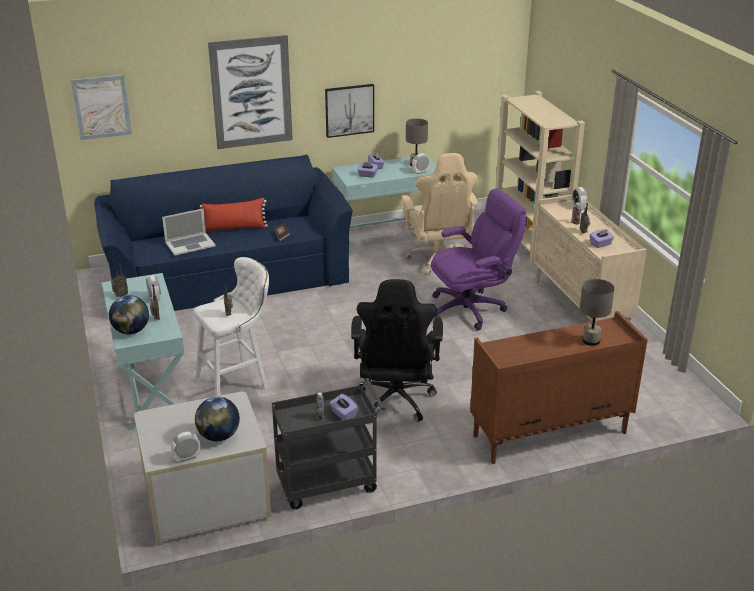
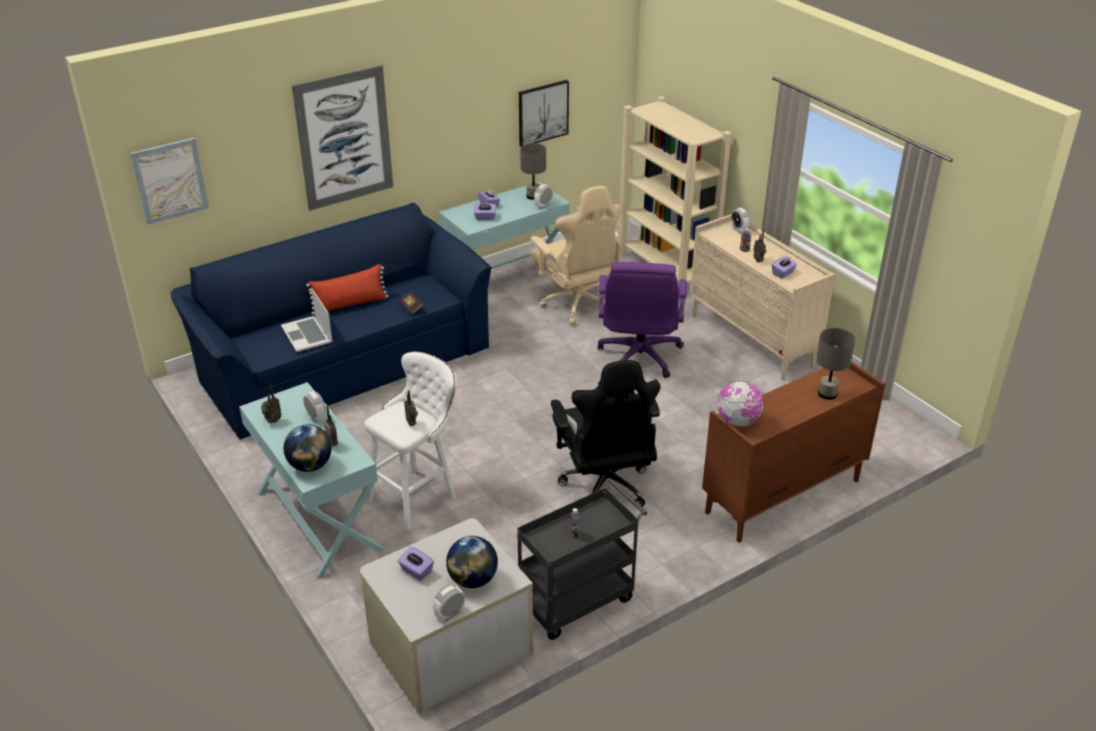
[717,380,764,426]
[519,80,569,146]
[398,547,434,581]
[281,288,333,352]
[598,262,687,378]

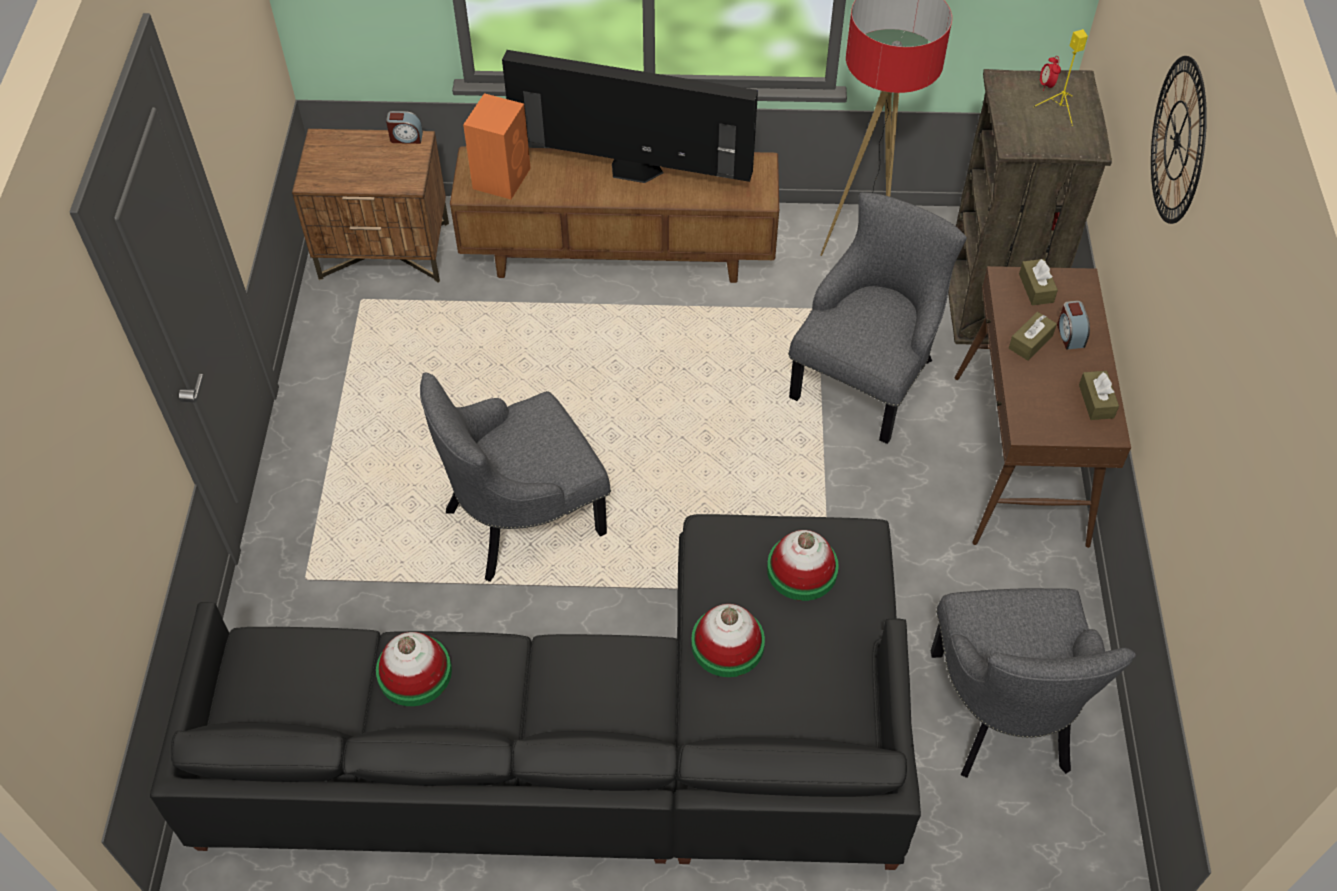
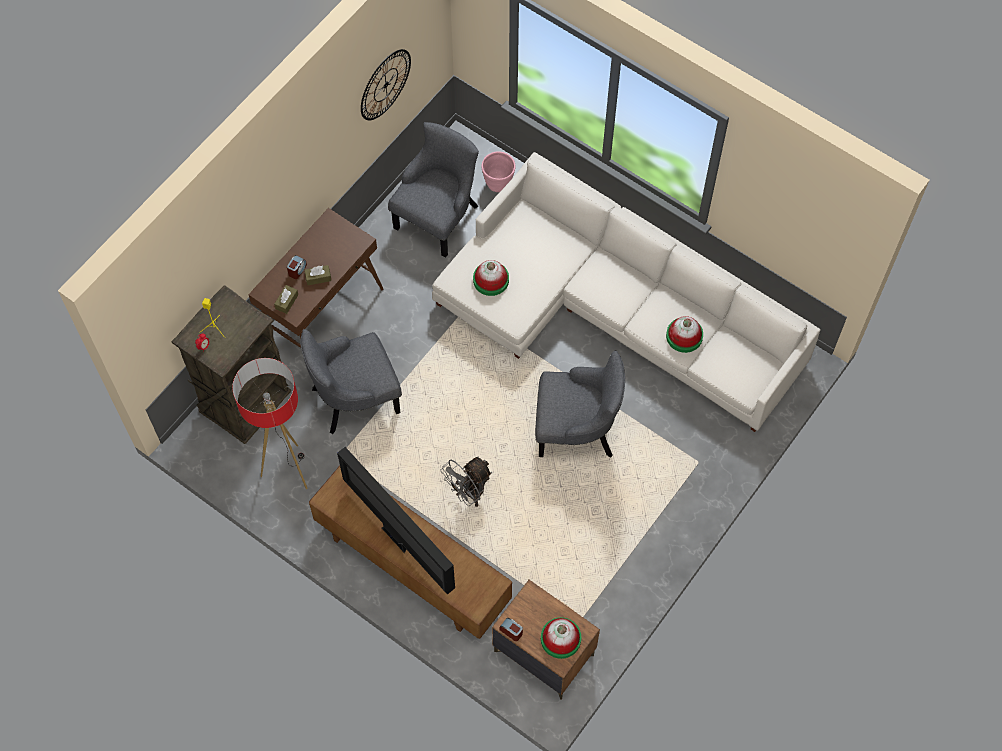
[463,93,531,199] (first image)
[1079,371,1119,420] (first image)
[440,456,492,507]
[481,151,516,192]
[541,617,581,659]
[361,49,411,120]
[432,152,821,432]

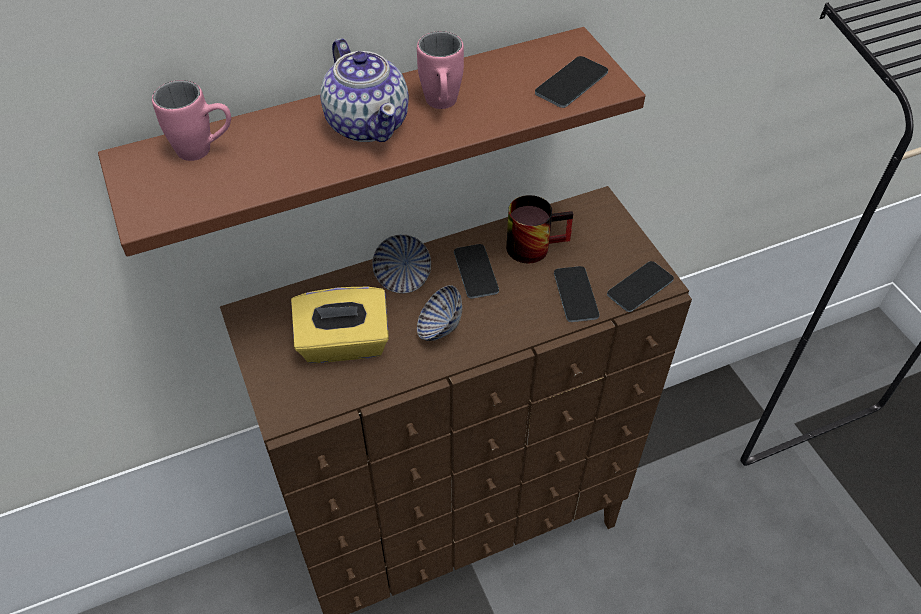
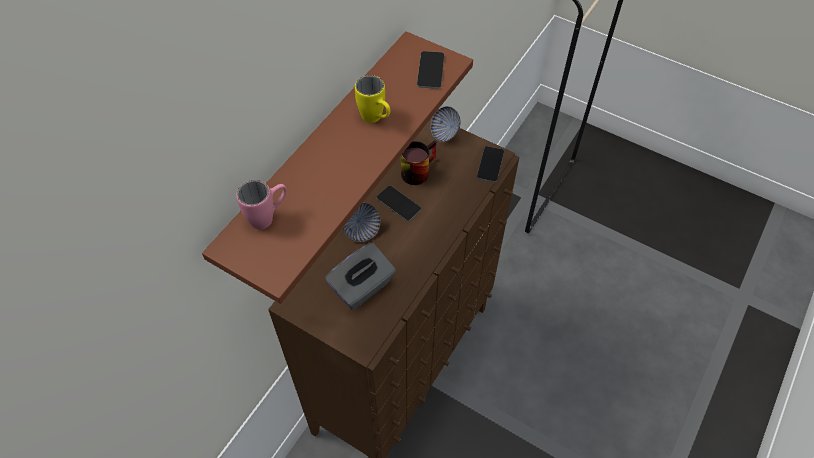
[320,38,409,142] (first image)
[554,266,600,322] (first image)
[430,106,461,142]
[325,243,396,310]
[355,75,390,123]

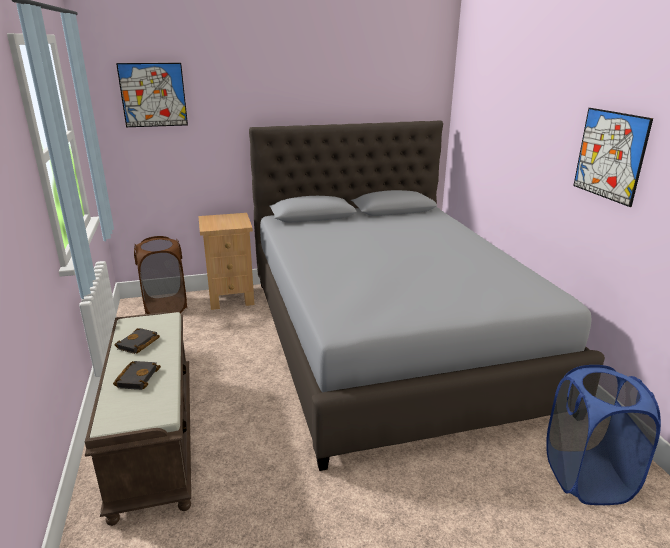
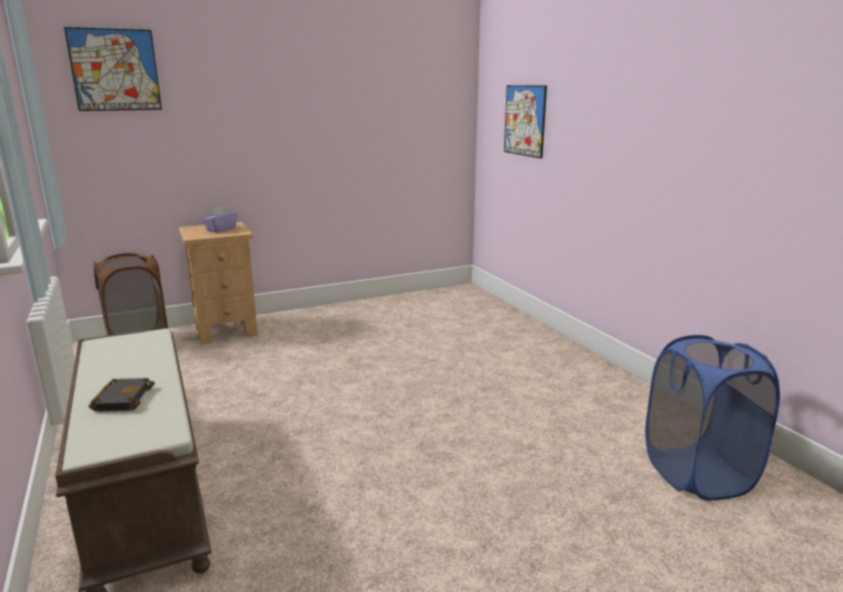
[115,328,160,354] (first image)
[249,120,605,471] (first image)
[203,206,237,233]
[504,85,547,159]

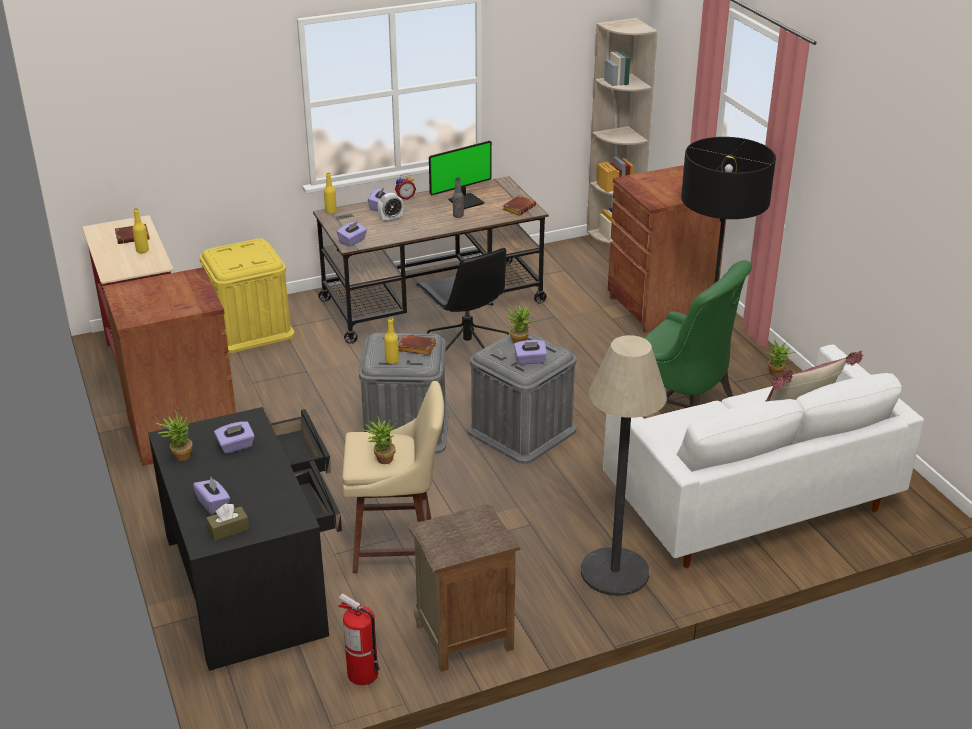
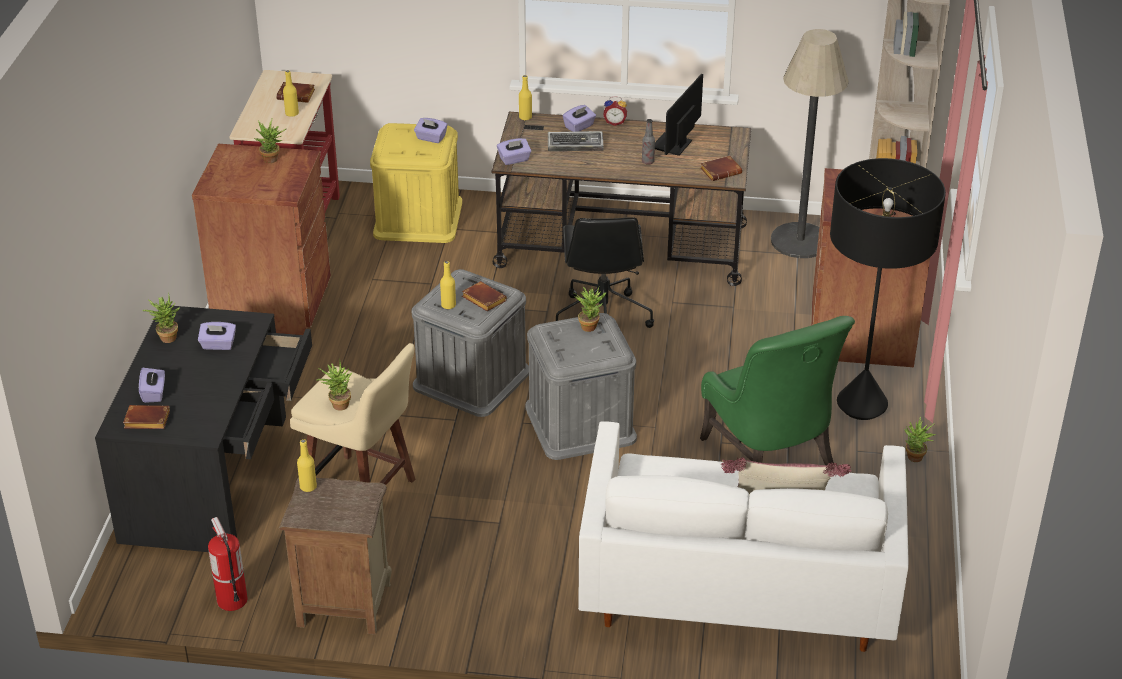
[254,119,286,163]
[297,439,317,492]
[414,118,448,143]
[771,29,849,258]
[123,405,170,429]
[548,131,603,151]
[655,74,703,156]

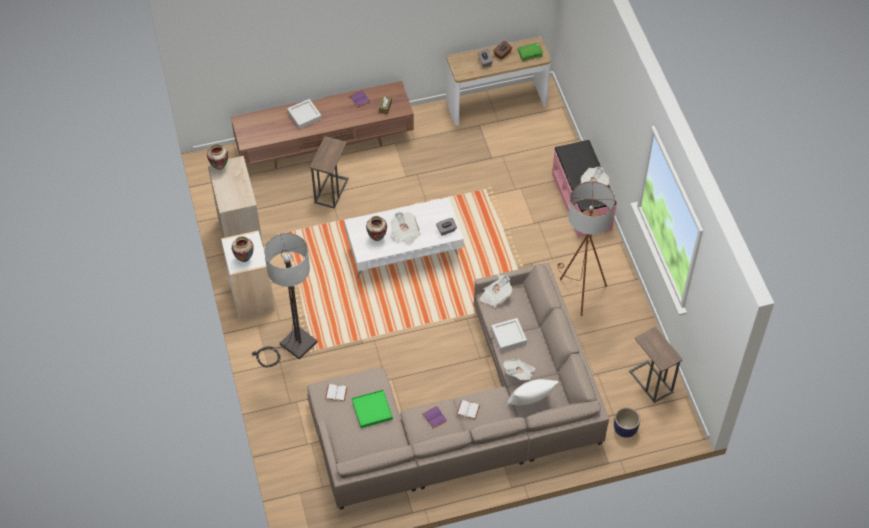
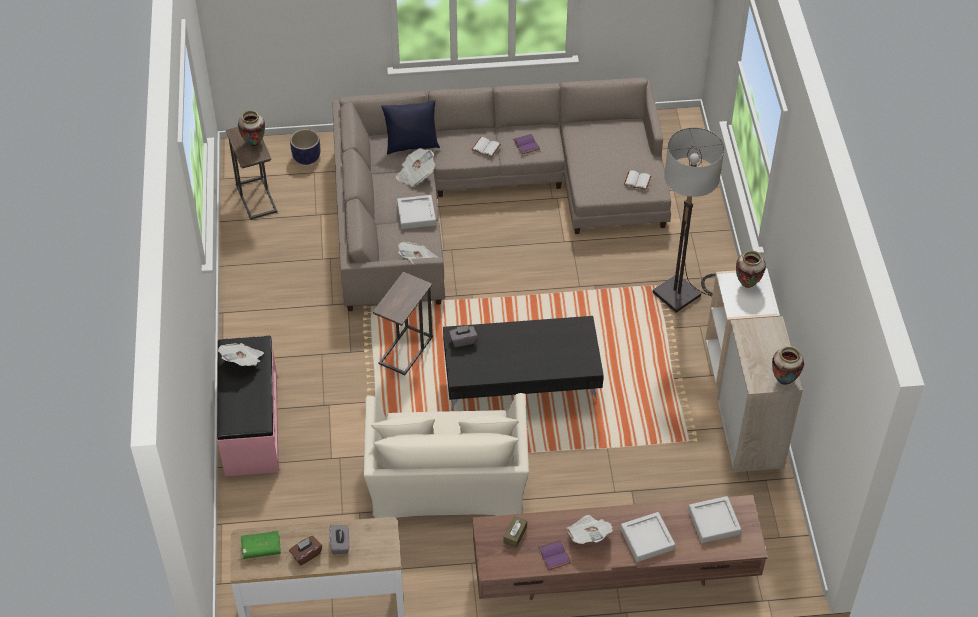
[352,390,393,428] (first image)
[557,181,615,316] (first image)
[364,393,529,518]
[688,496,741,543]
[373,272,433,376]
[238,110,265,146]
[567,515,613,544]
[443,316,604,411]
[381,100,440,155]

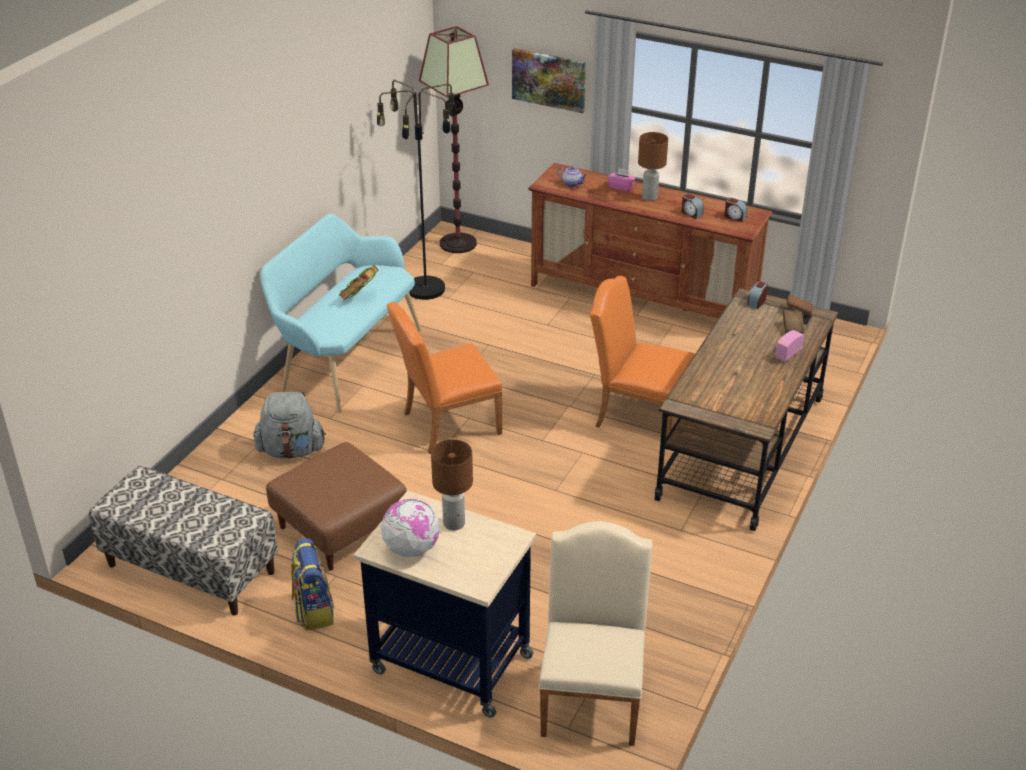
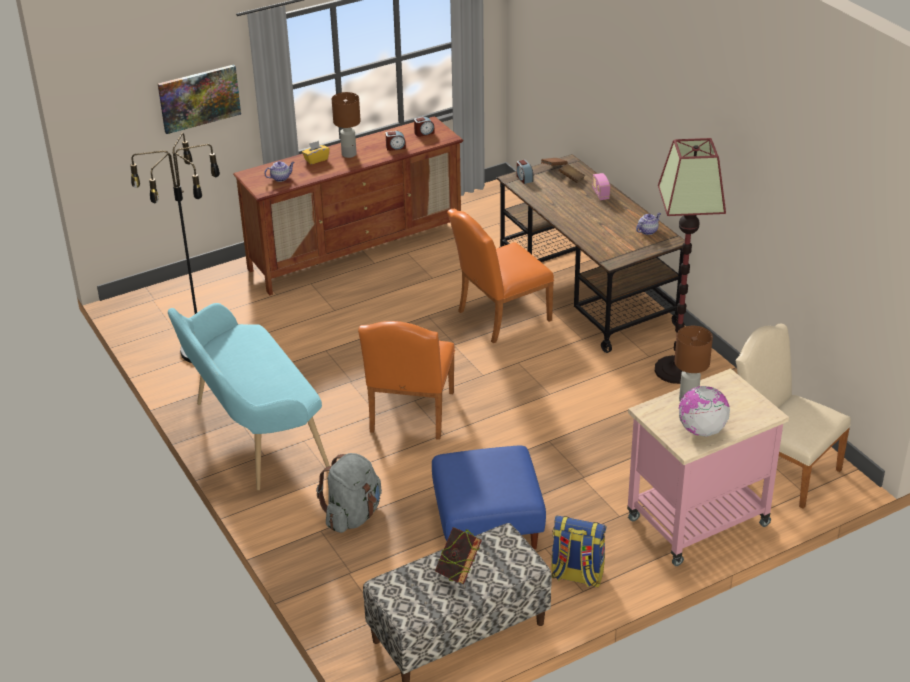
[636,213,661,235]
[435,527,482,584]
[655,138,726,384]
[432,445,546,550]
[627,368,789,566]
[302,141,330,164]

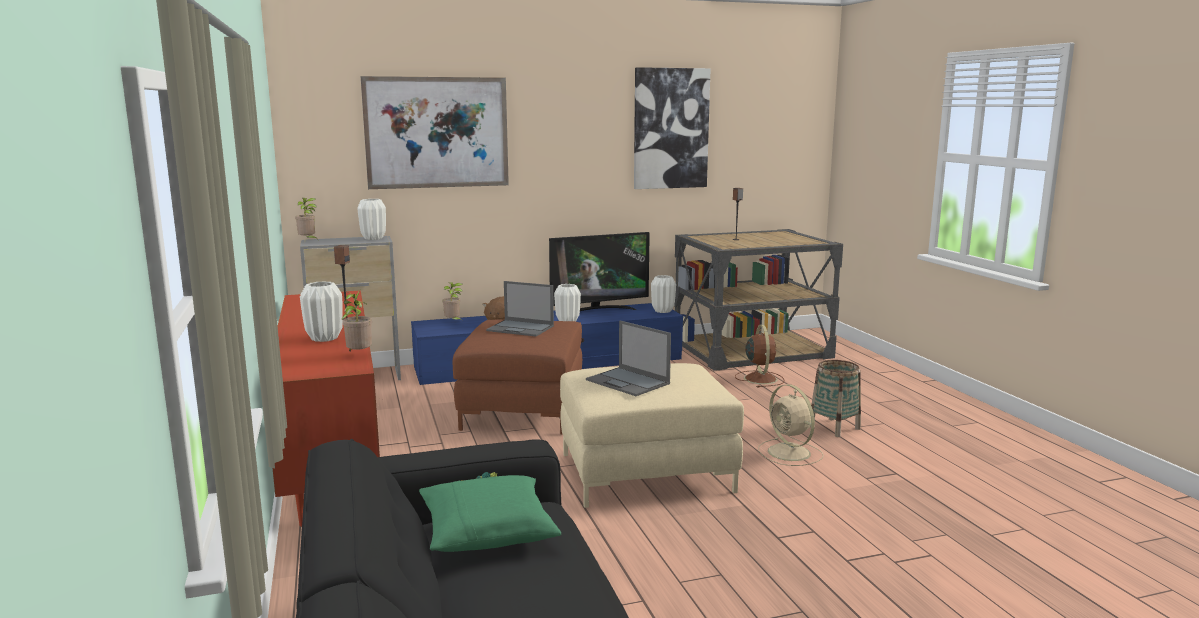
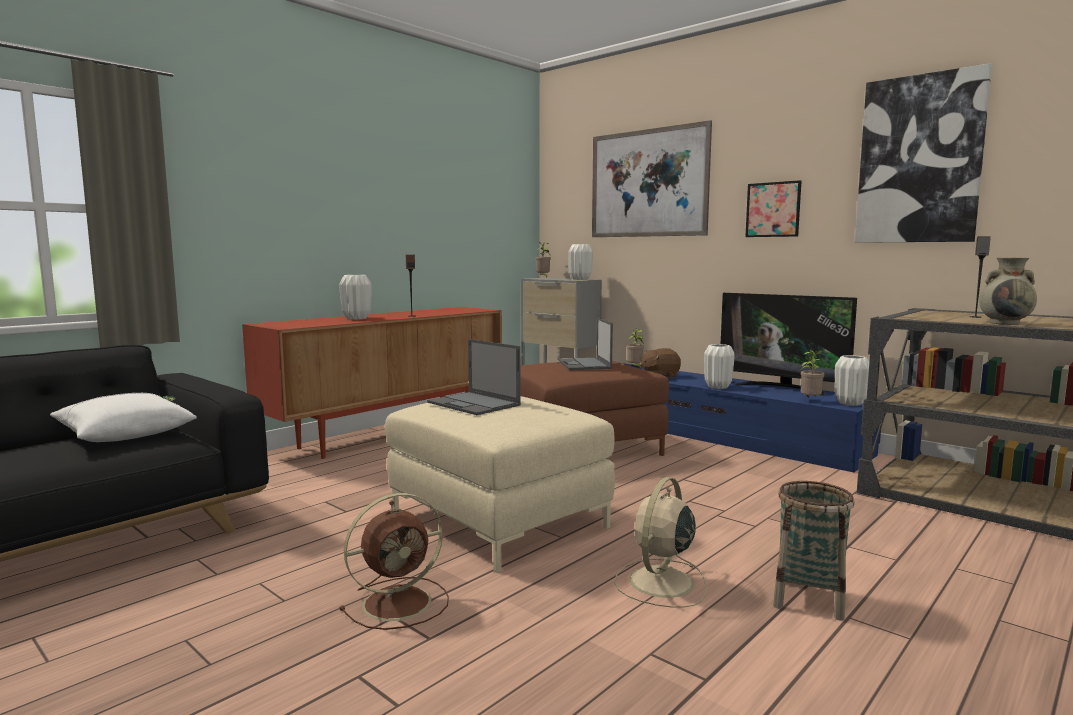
[745,180,801,237]
[979,257,1037,325]
[801,350,824,398]
[340,493,449,630]
[50,393,197,442]
[427,339,521,415]

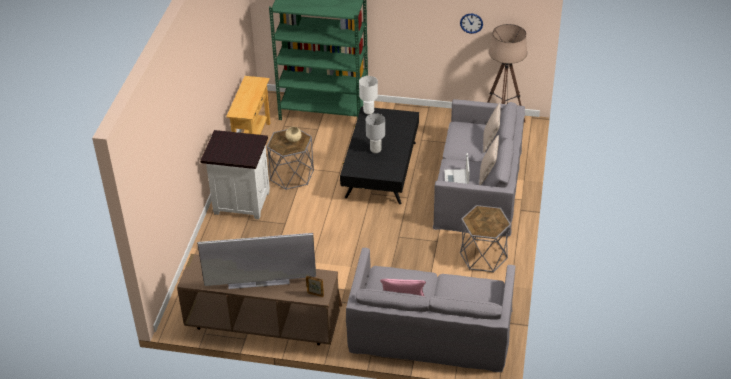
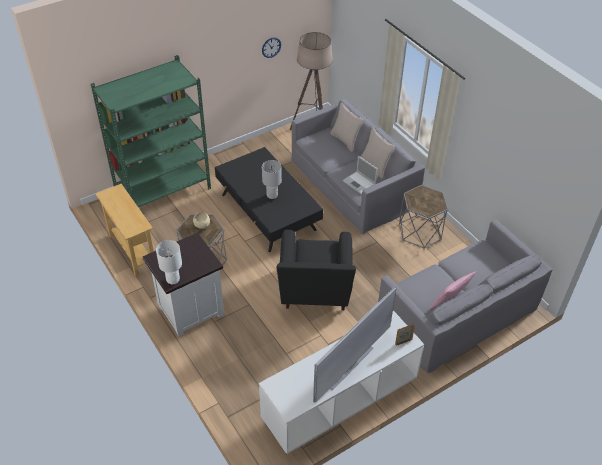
[276,230,356,311]
[156,240,182,284]
[259,311,424,454]

